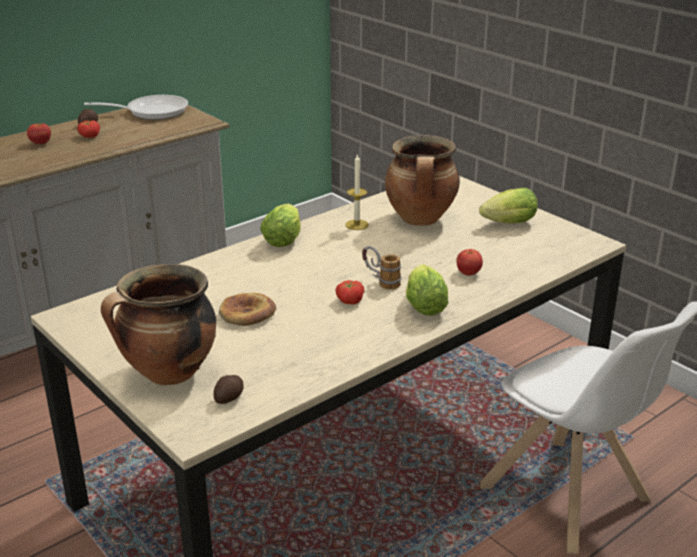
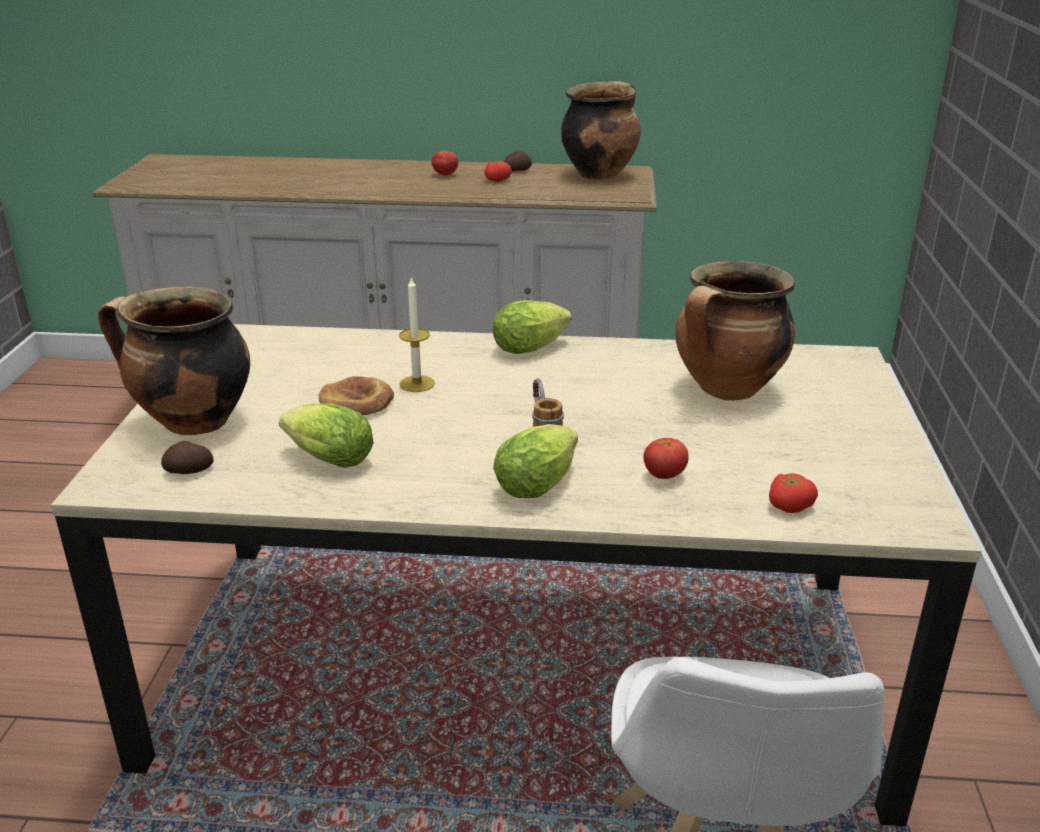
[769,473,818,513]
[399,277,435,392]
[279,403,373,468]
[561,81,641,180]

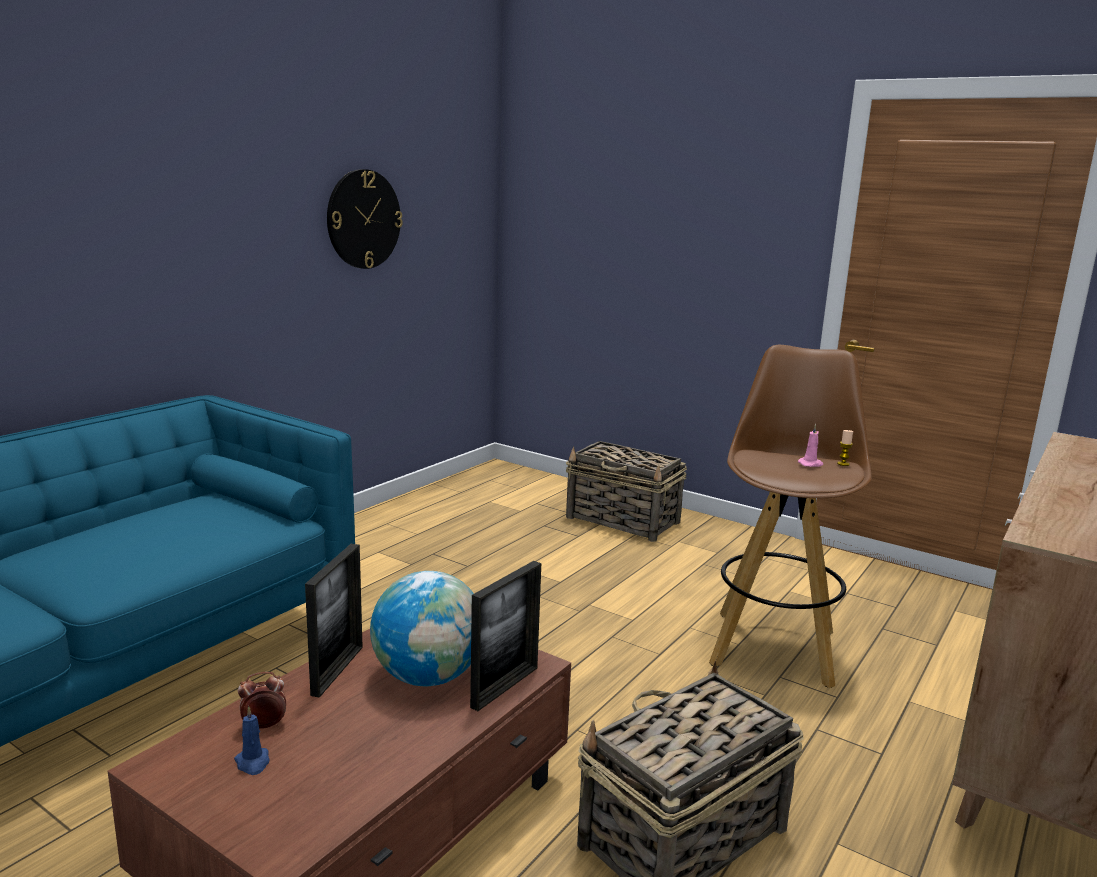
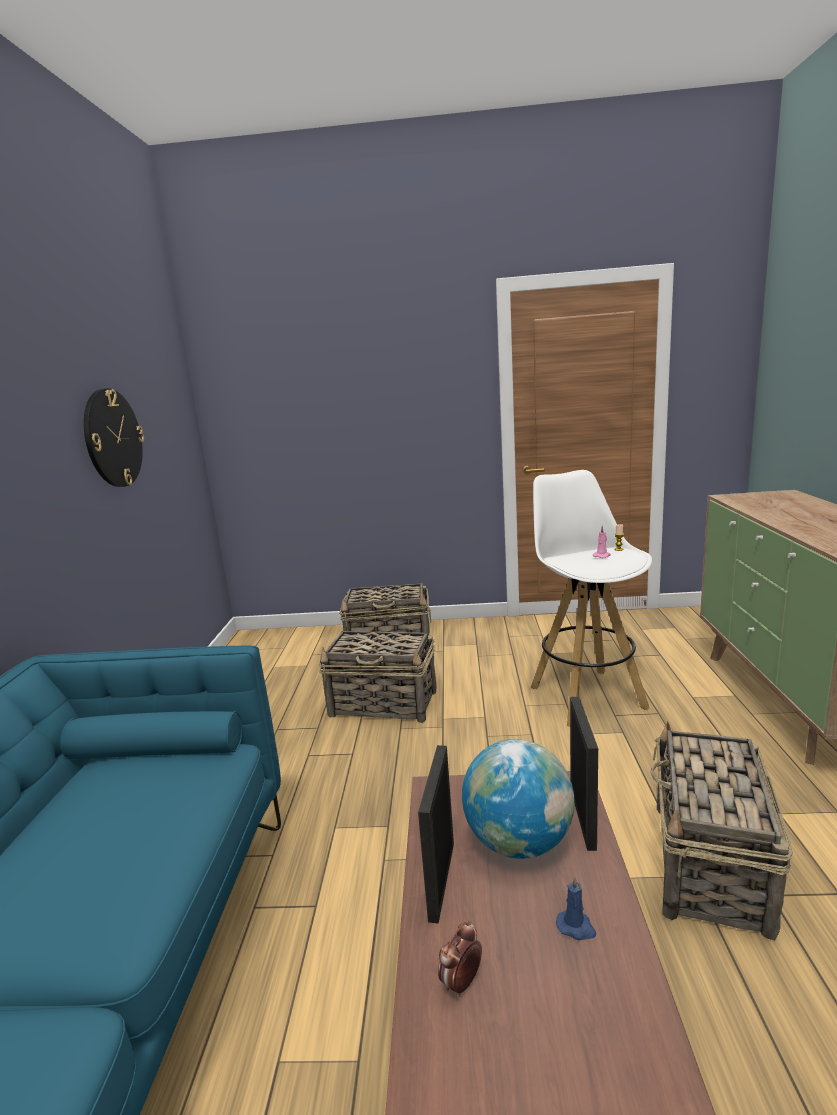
[318,631,436,723]
[556,876,596,940]
[531,470,652,727]
[418,745,454,924]

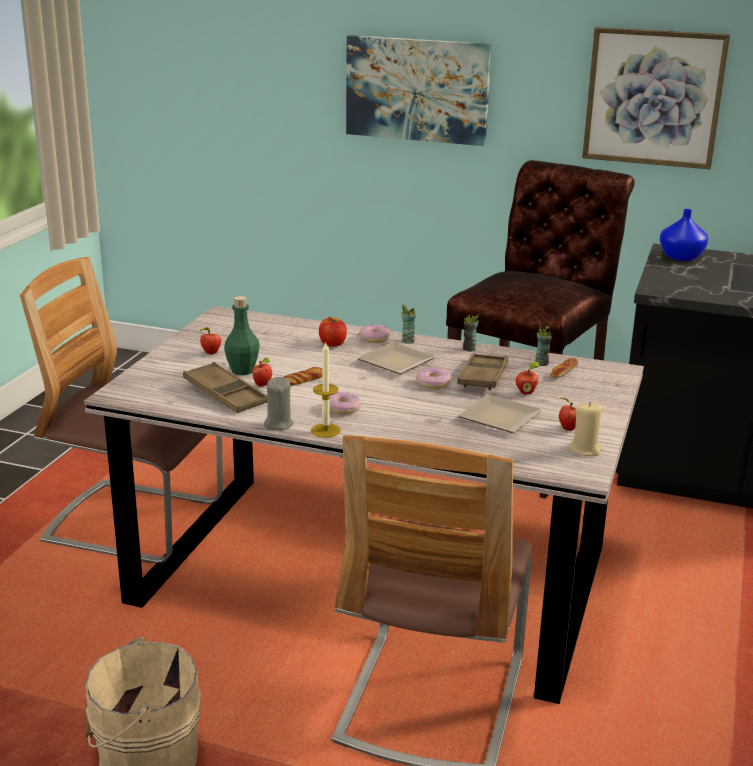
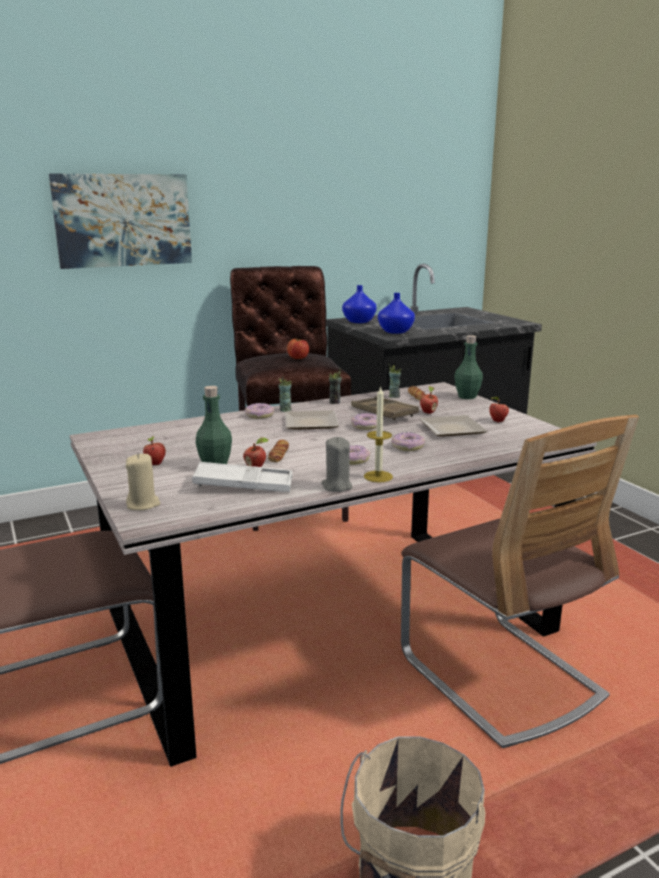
[582,27,730,169] (first image)
[378,293,415,334]
[391,432,425,451]
[454,335,483,399]
[287,337,309,359]
[126,453,160,510]
[192,462,293,492]

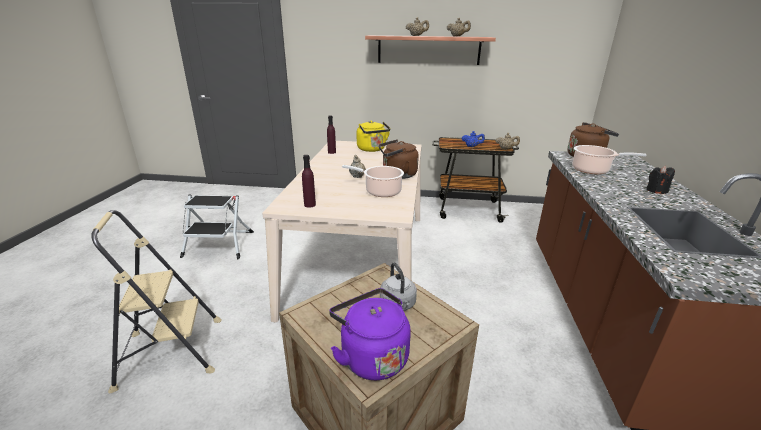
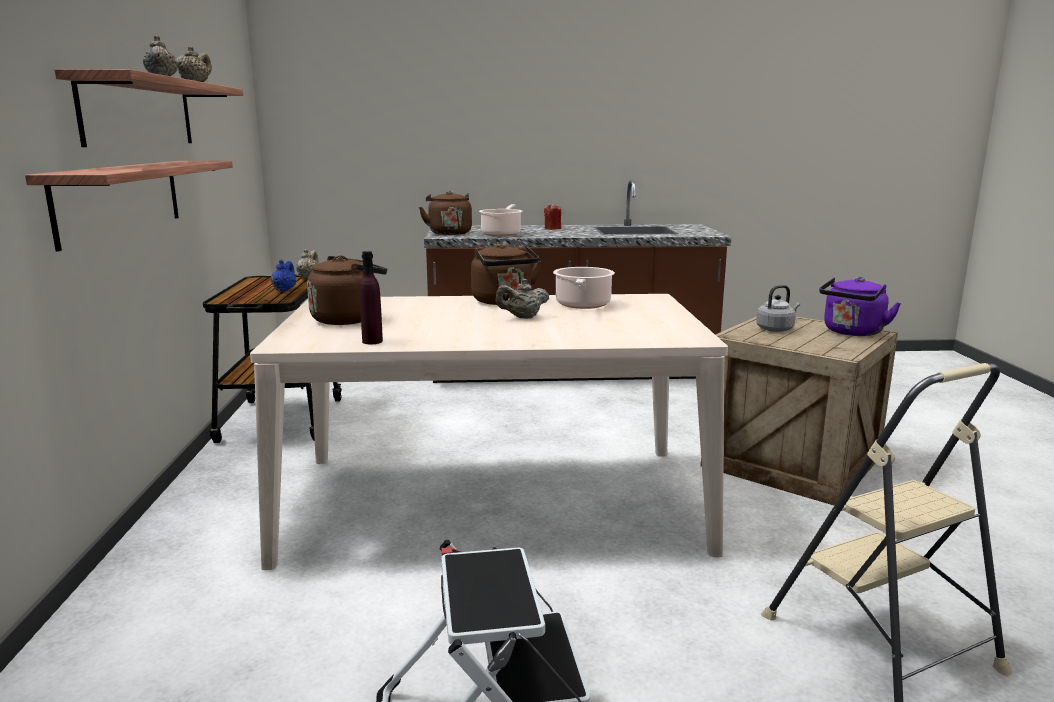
[302,155,316,208] (first image)
[25,161,233,251]
[307,256,387,325]
[544,204,561,230]

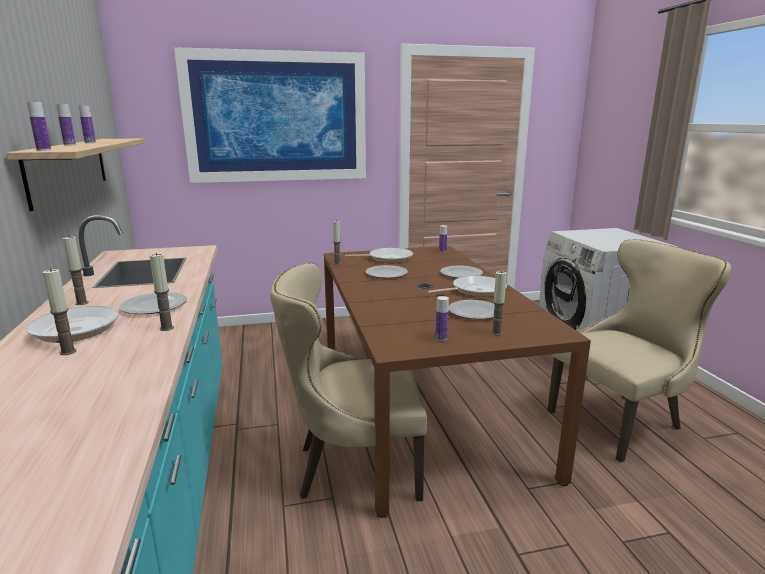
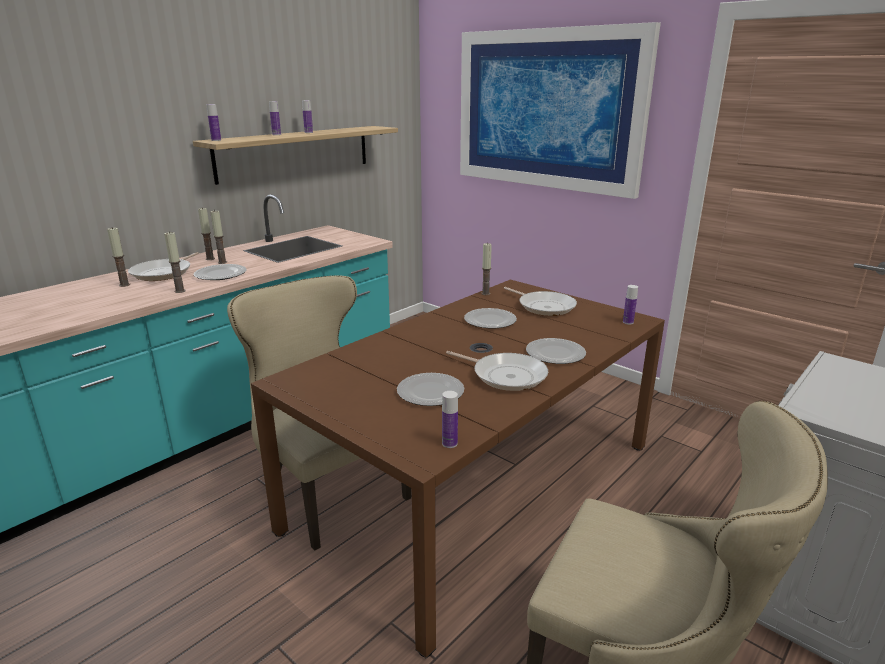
[442,391,458,448]
[210,210,227,264]

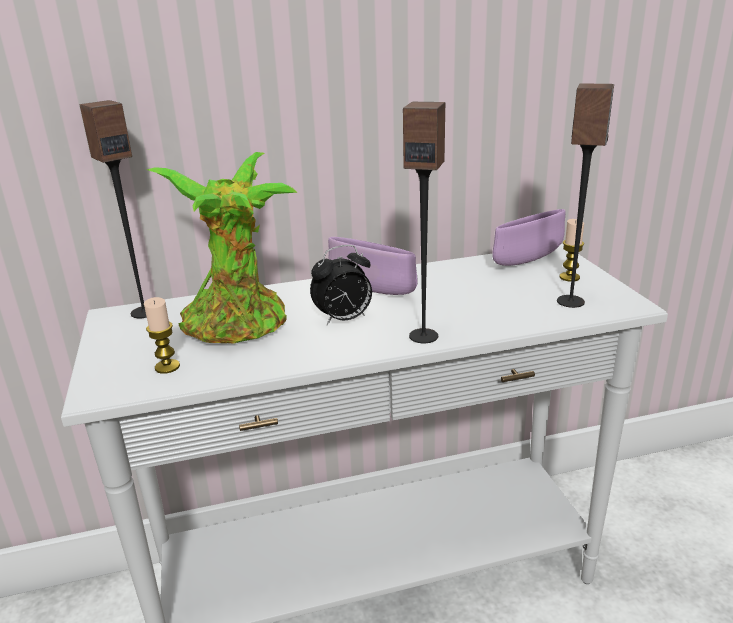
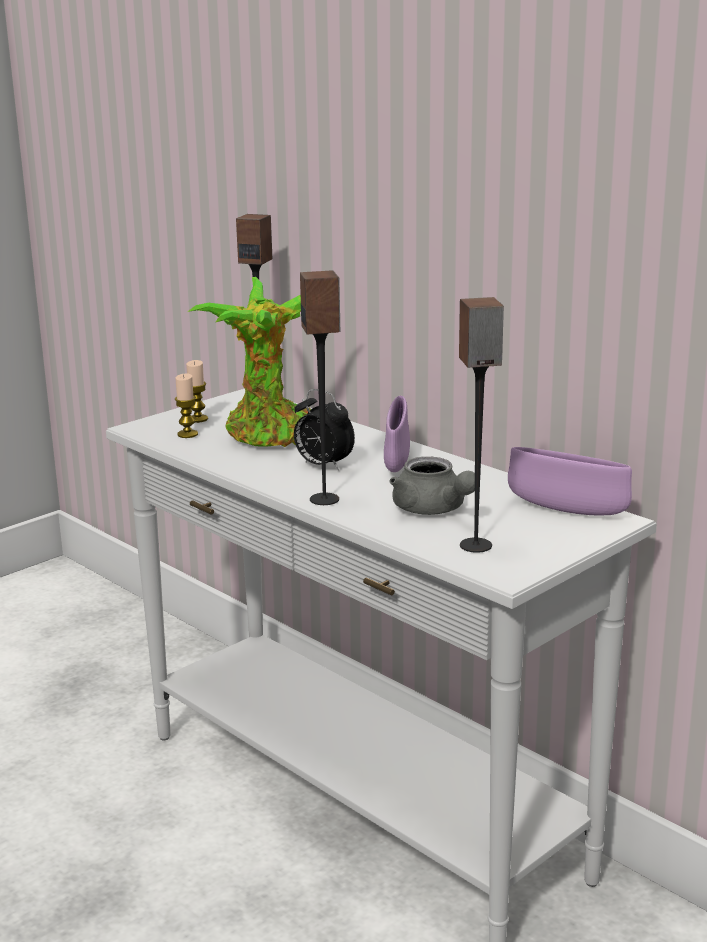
[390,457,475,515]
[186,360,208,423]

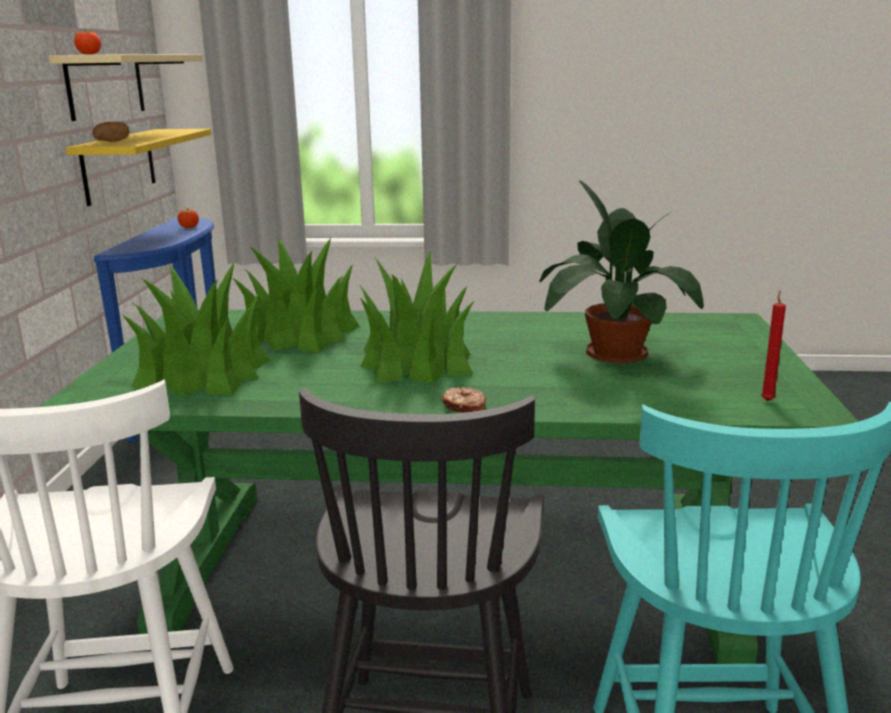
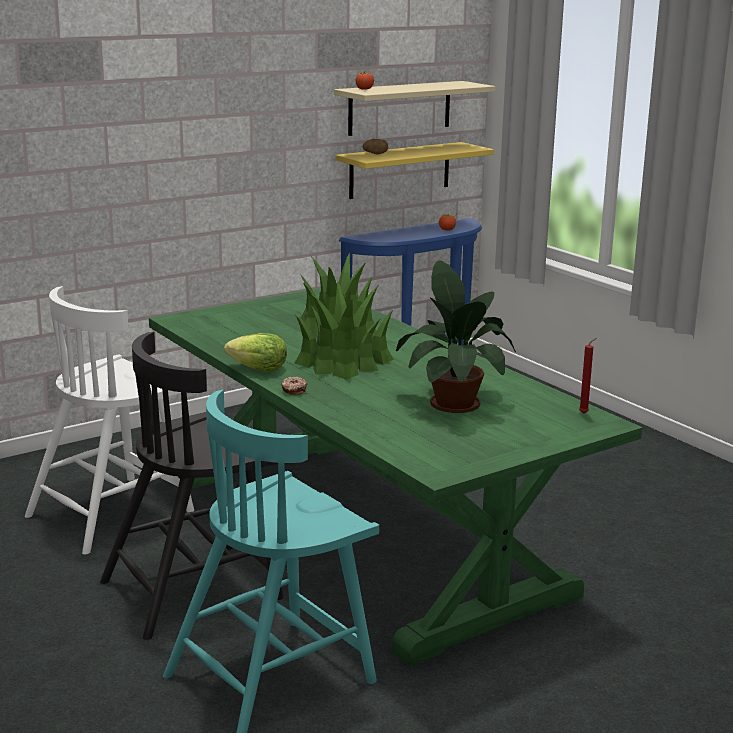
[122,263,271,396] (first image)
[224,333,287,372]
[579,338,596,414]

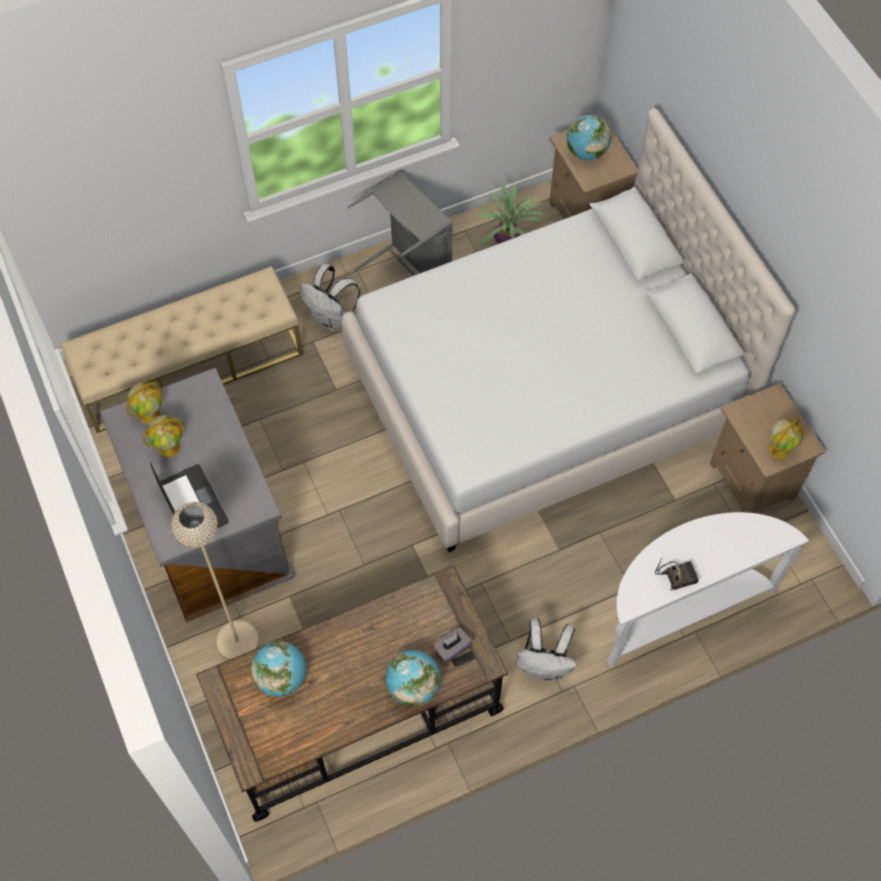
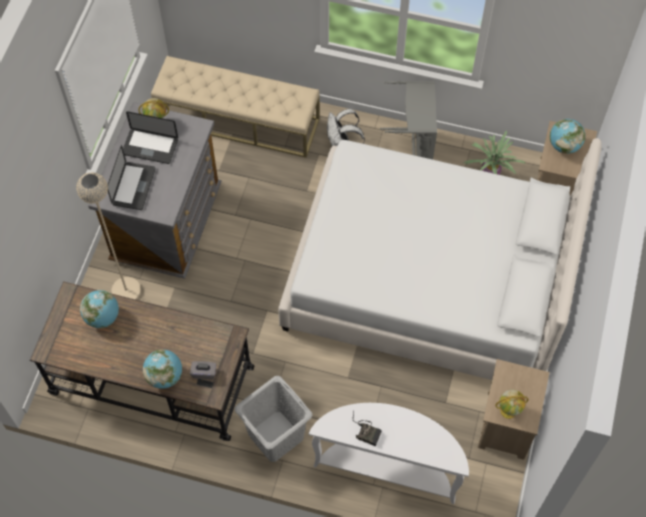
[123,111,178,164]
[234,376,313,462]

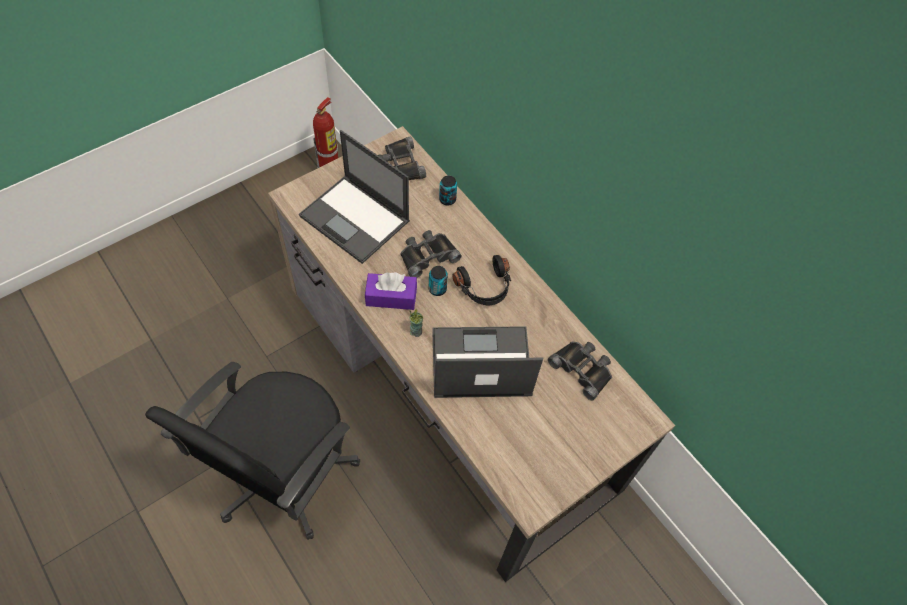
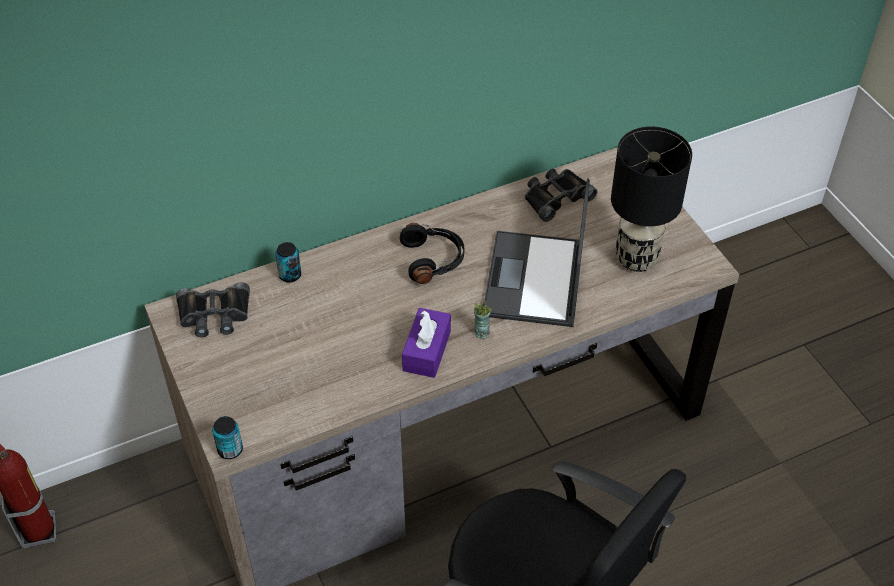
[299,130,410,264] (first image)
[400,230,462,278] (first image)
[611,127,692,272]
[212,416,243,459]

